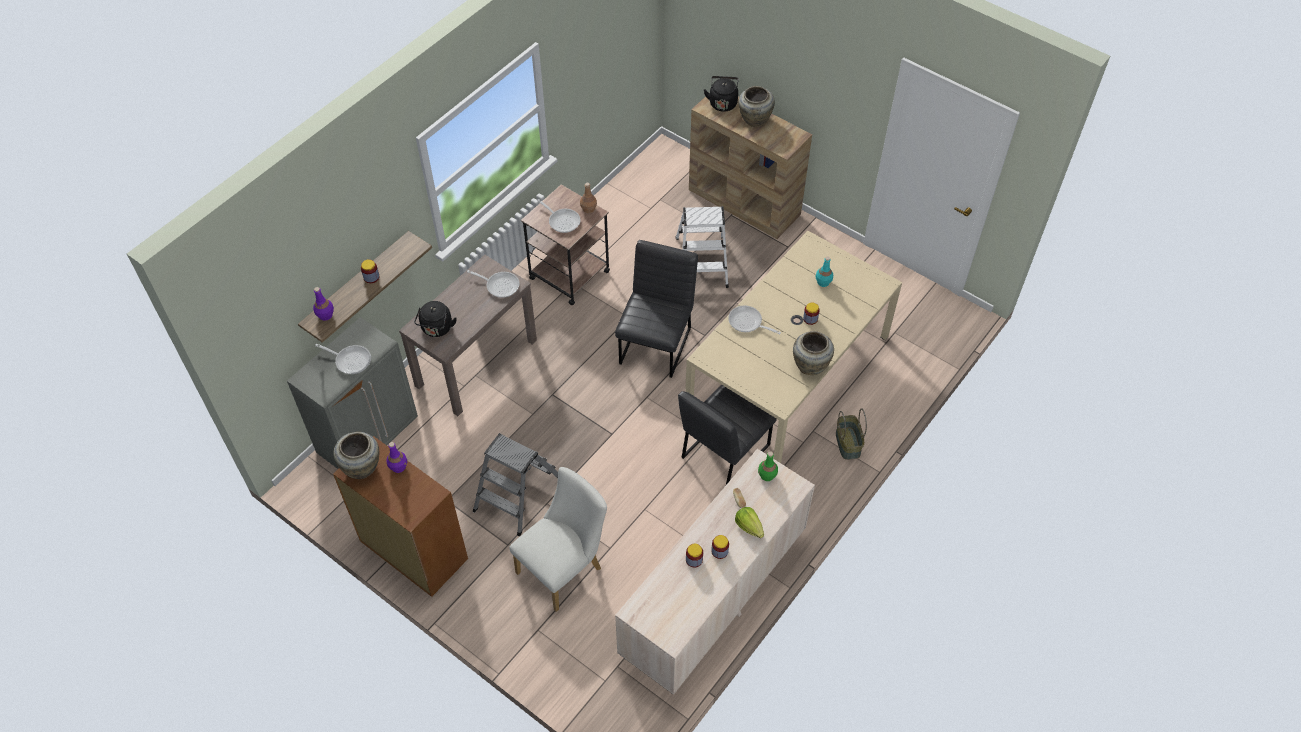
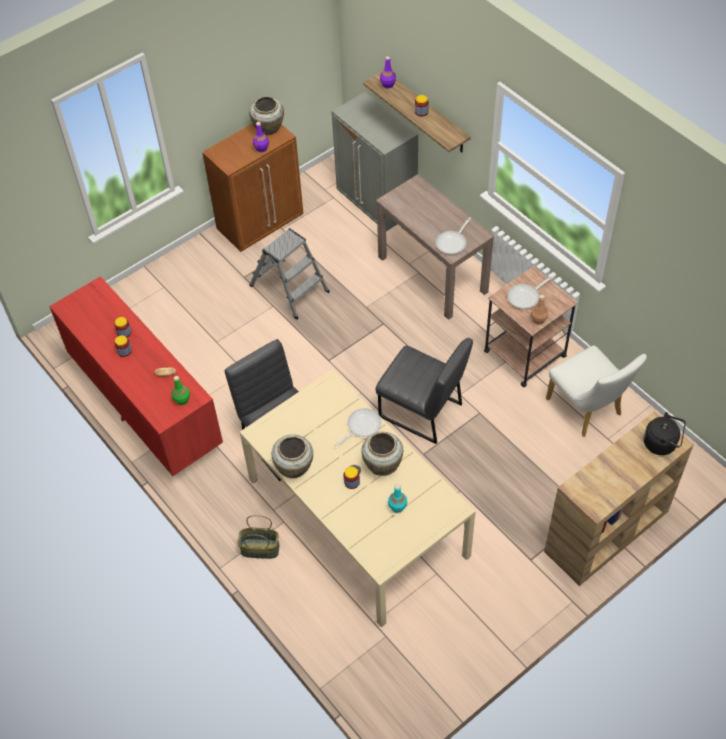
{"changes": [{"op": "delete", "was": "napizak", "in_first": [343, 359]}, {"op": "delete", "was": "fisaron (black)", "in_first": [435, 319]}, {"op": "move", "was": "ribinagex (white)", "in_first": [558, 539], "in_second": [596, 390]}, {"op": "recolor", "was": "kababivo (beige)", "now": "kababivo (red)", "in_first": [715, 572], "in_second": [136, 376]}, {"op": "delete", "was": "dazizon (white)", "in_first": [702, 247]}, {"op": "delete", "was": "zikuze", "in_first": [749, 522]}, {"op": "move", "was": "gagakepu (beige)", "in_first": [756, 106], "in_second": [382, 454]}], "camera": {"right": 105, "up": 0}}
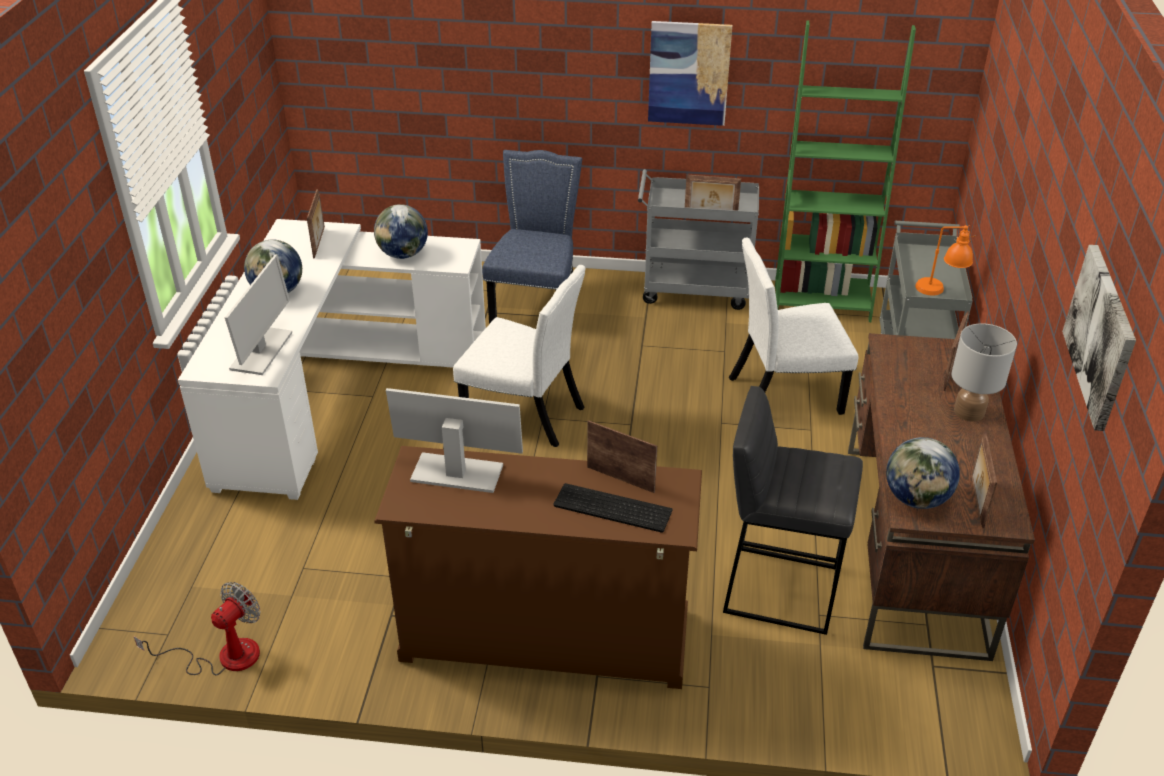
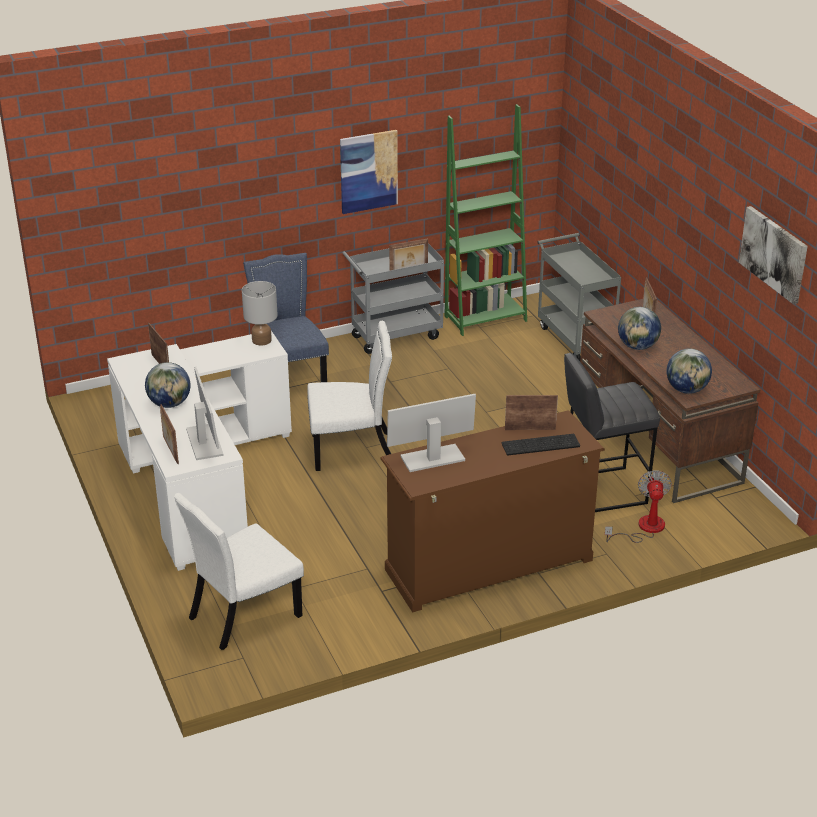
{"changes": [{"op": "move", "was": "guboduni", "in_first": [197, 628], "in_second": [638, 506]}, {"op": "move", "was": "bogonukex", "in_first": [401, 231], "in_second": [639, 328]}, {"op": "move", "was": "ribinagex (white)", "in_first": [793, 326], "in_second": [239, 571]}, {"op": "delete", "was": "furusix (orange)", "in_first": [945, 260]}, {"op": "move", "was": "furusix (grey)", "in_first": [984, 372], "in_second": [260, 313]}, {"op": "move", "was": "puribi", "in_first": [984, 479], "in_second": [169, 434]}], "camera": {"right": -30, "up": -5}}
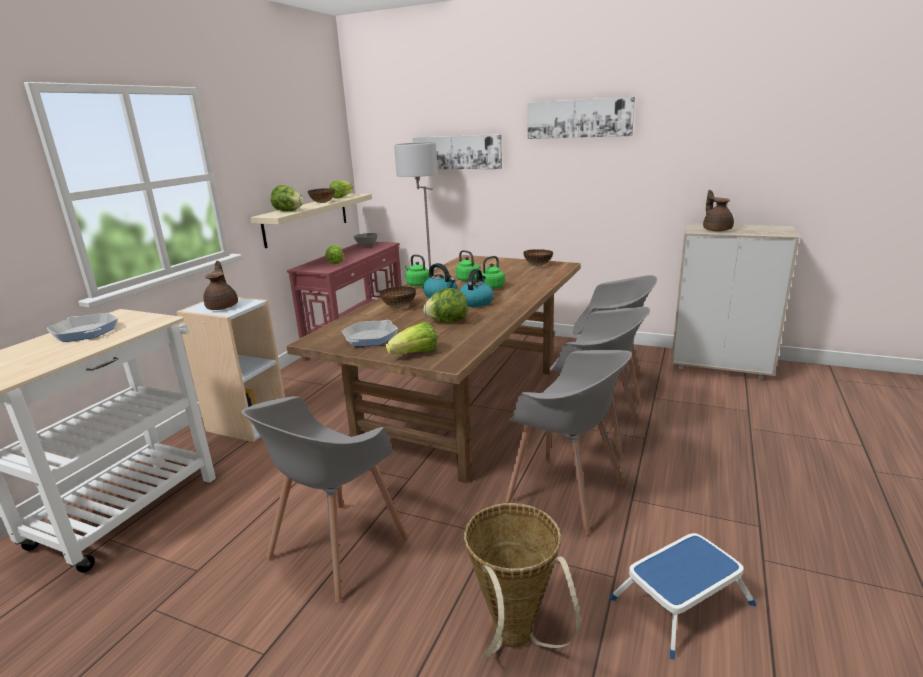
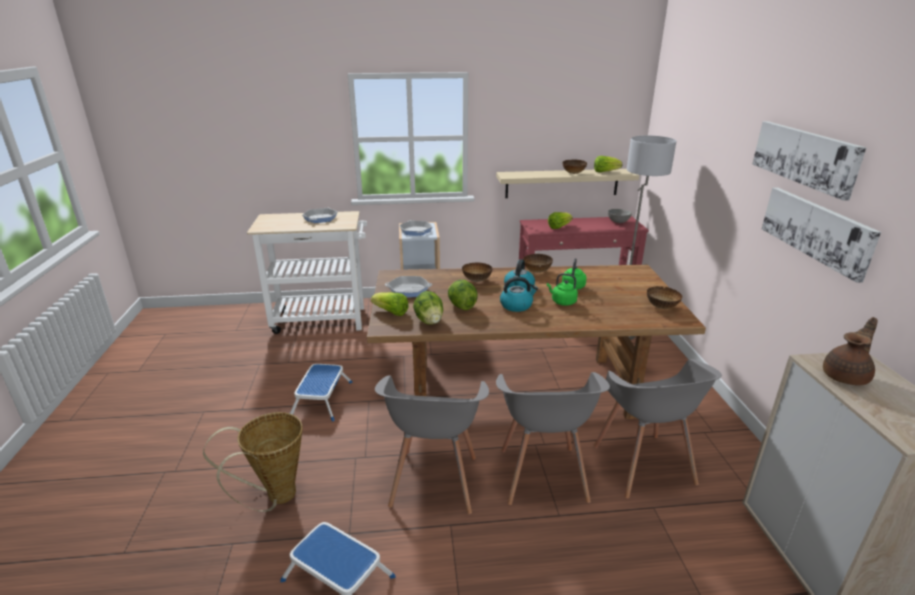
{"changes": [{"op": "replace", "was": "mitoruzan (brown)", "now": "napizak", "in_first": [220, 285], "in_second": [415, 228]}, {"op": "replace", "was": "ribinagex (grey)", "now": "dazizon (blue)", "in_first": [324, 499], "in_second": [321, 392]}, {"op": "move", "was": "zikuze", "in_first": [287, 198], "in_second": [428, 308]}, {"op": "replace", "was": "fisaron (green)", "now": "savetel", "in_first": [417, 270], "in_second": [538, 263]}, {"op": "move", "was": "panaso", "in_first": [457, 152], "in_second": [821, 235]}], "camera": {"right": 60, "up": 5}}
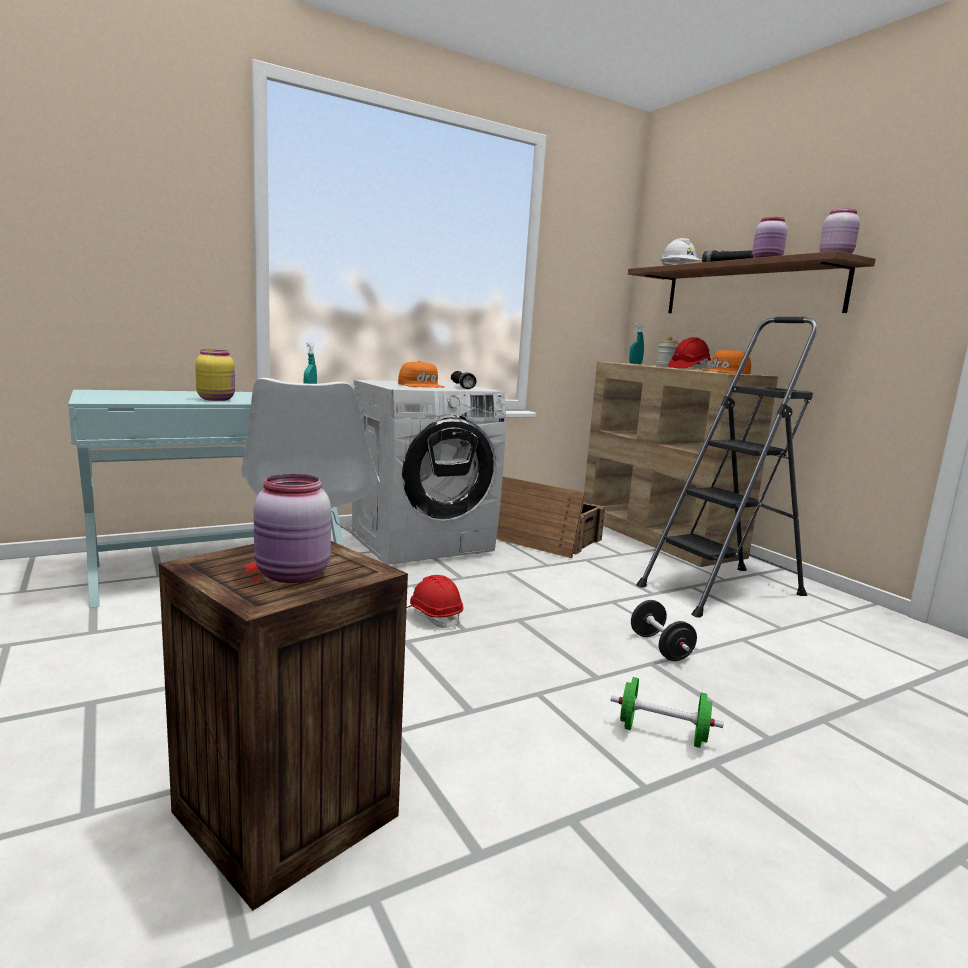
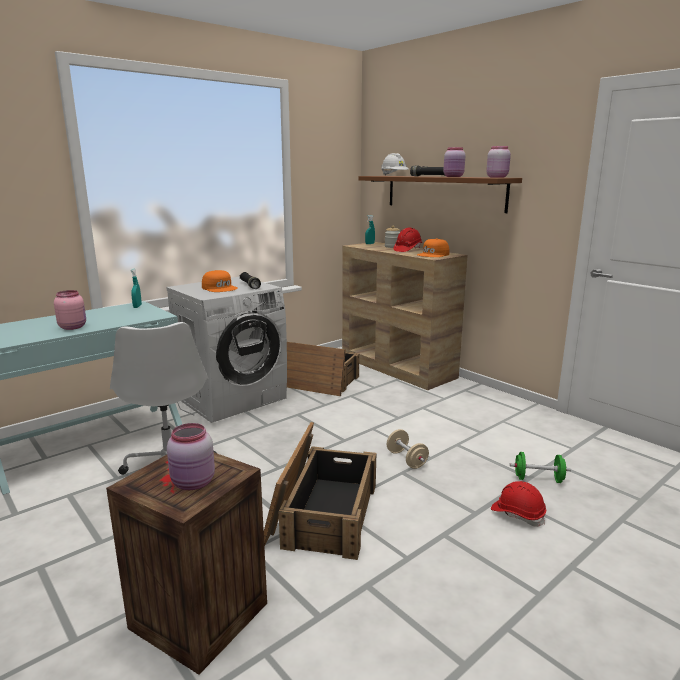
{"changes": [{"op": "recolor", "was": "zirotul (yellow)", "now": "zirotul (pink)", "in_first": [215, 375], "in_second": [70, 310]}, {"op": "move", "was": "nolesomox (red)", "in_first": [435, 602], "in_second": [518, 504]}, {"op": "move", "was": "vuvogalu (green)", "in_first": [667, 712], "in_second": [540, 467]}, {"op": "recolor", "was": "vuvogalu (black)", "now": "vuvogalu (beige)", "in_first": [664, 630], "in_second": [408, 449]}, {"op": "delete", "was": "dazizon", "in_first": [727, 467]}, {"op": "insert", "now": "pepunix", "in_second": [320, 491]}], "camera": {"right": -10, "up": 5}}
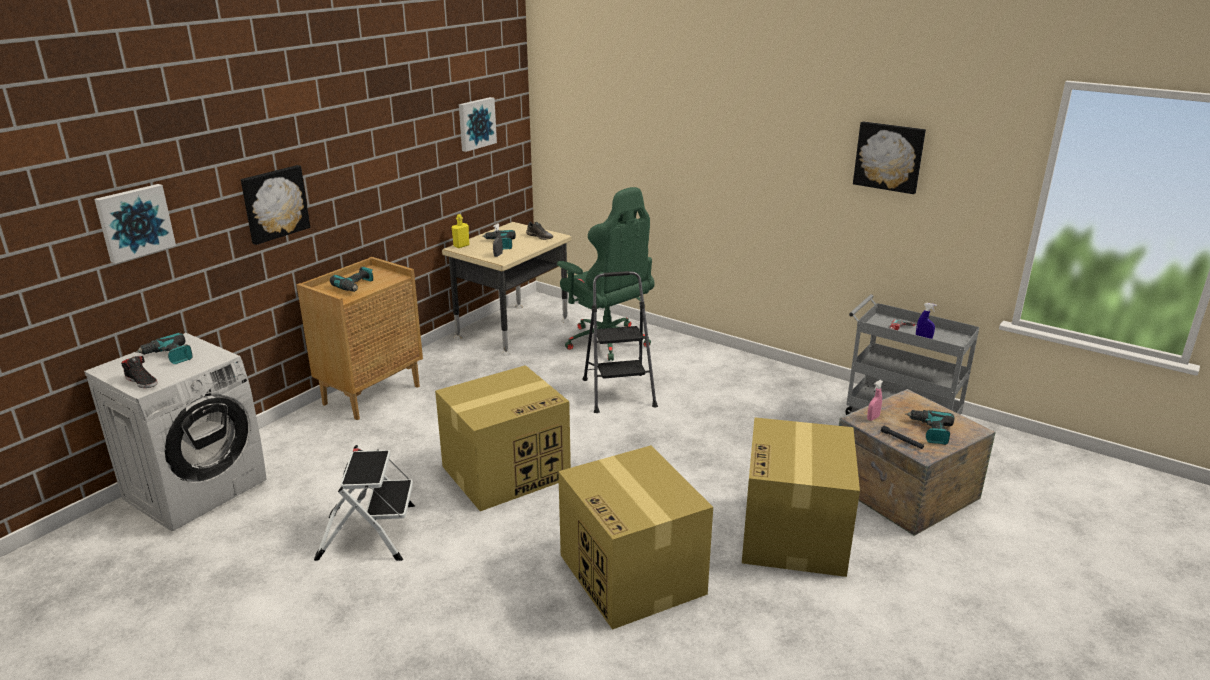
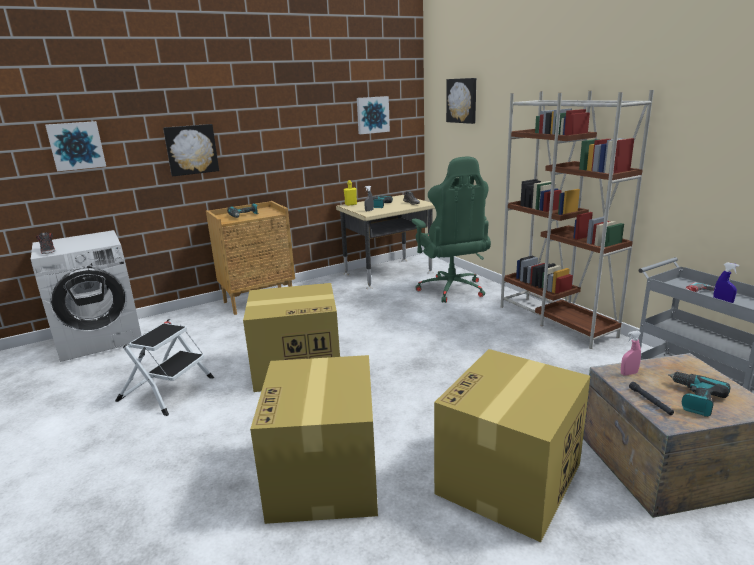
{"changes": [{"op": "delete", "was": "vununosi", "in_first": [164, 348]}, {"op": "delete", "was": "dazizon (black)", "in_first": [620, 342]}, {"op": "move", "was": "panaso", "in_first": [889, 157], "in_second": [461, 101]}, {"op": "insert", "now": "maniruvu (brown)", "in_second": [577, 219]}], "camera": {"right": 25, "up": -5}}
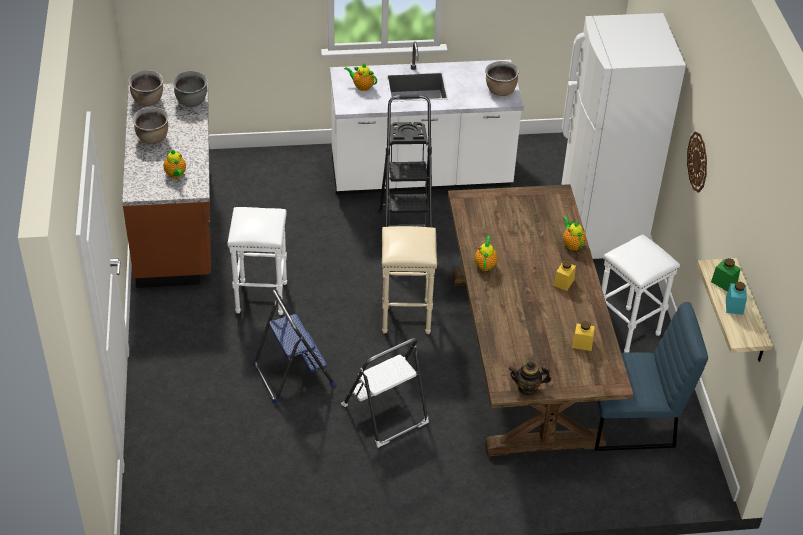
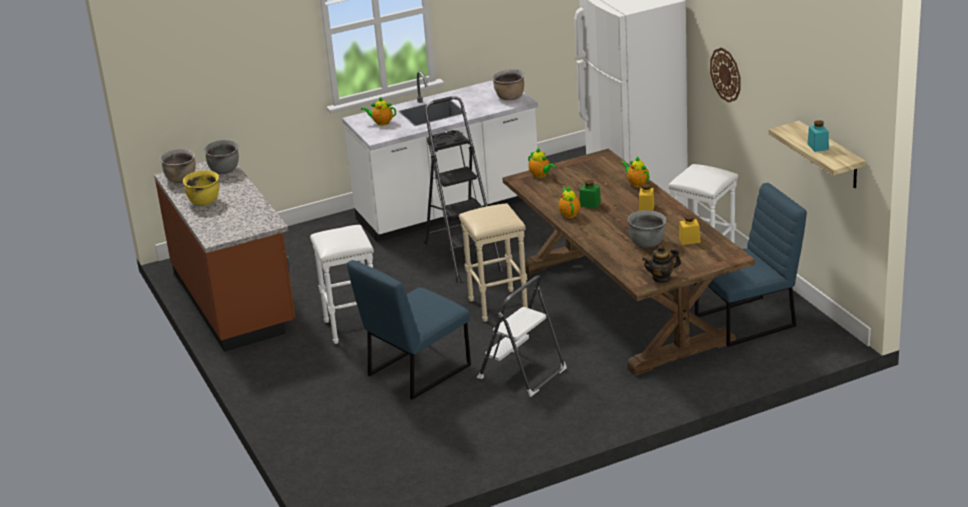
{"changes": [{"op": "recolor", "was": "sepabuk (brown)", "now": "sepabuk (yellow)", "in_first": [151, 125], "in_second": [201, 188]}, {"op": "move", "was": "mitoruzan", "in_first": [174, 164], "in_second": [542, 163]}, {"op": "replace", "was": "dazizon (blue)", "now": "ribinagex (blue)", "in_first": [295, 347], "in_second": [409, 329]}, {"op": "move", "was": "zirotul (green)", "in_first": [726, 275], "in_second": [590, 194]}, {"op": "insert", "now": "sepabuk (grey)", "in_second": [647, 229]}], "camera": {"right": -15, "up": -15}}
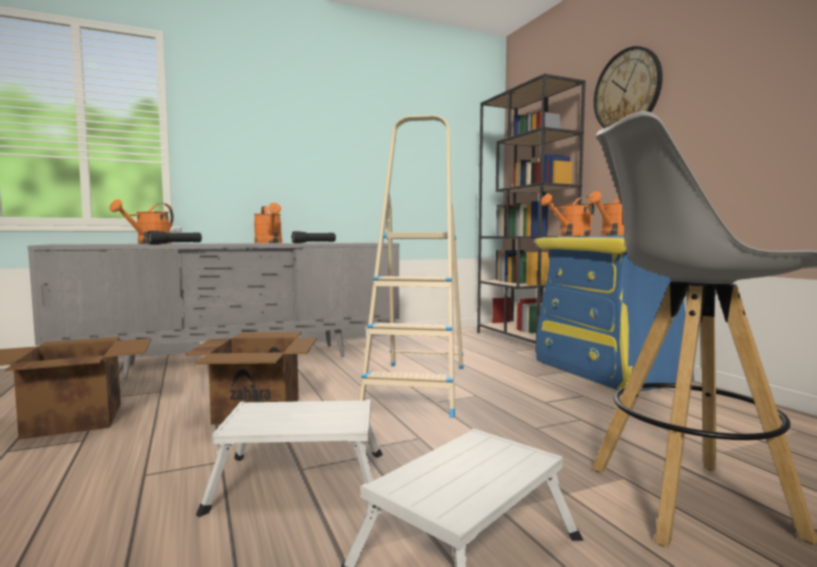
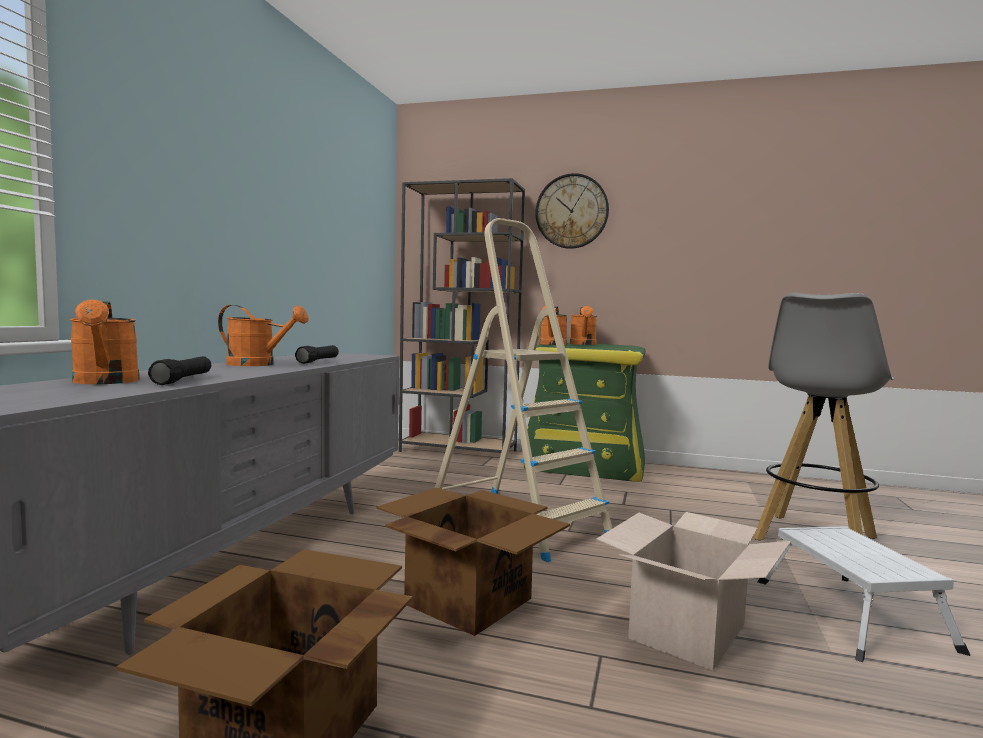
{"changes": [{"op": "replace", "was": "dazizon (white)", "now": "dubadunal", "in_first": [289, 458], "in_second": [693, 591]}, {"op": "recolor", "was": "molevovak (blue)", "now": "molevovak (green)", "in_first": [614, 313], "in_second": [584, 412]}], "camera": {"right": -50, "up": 0}}
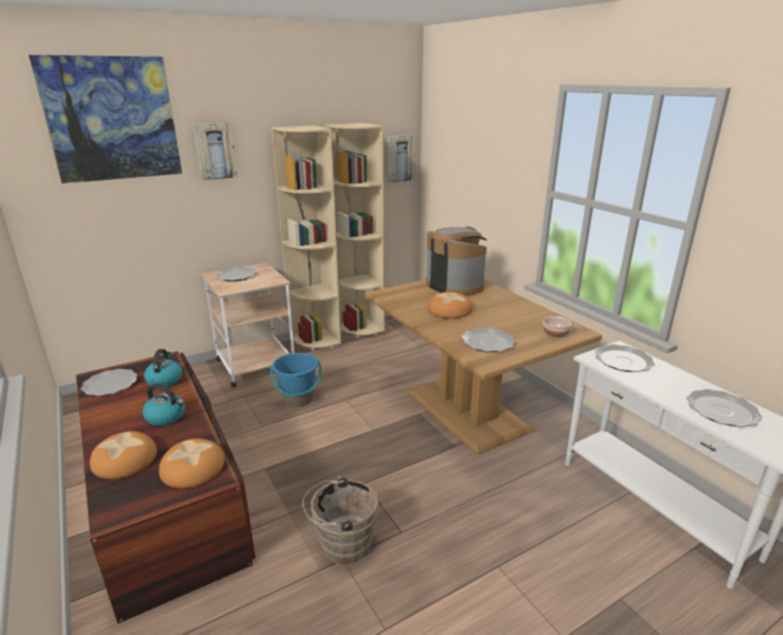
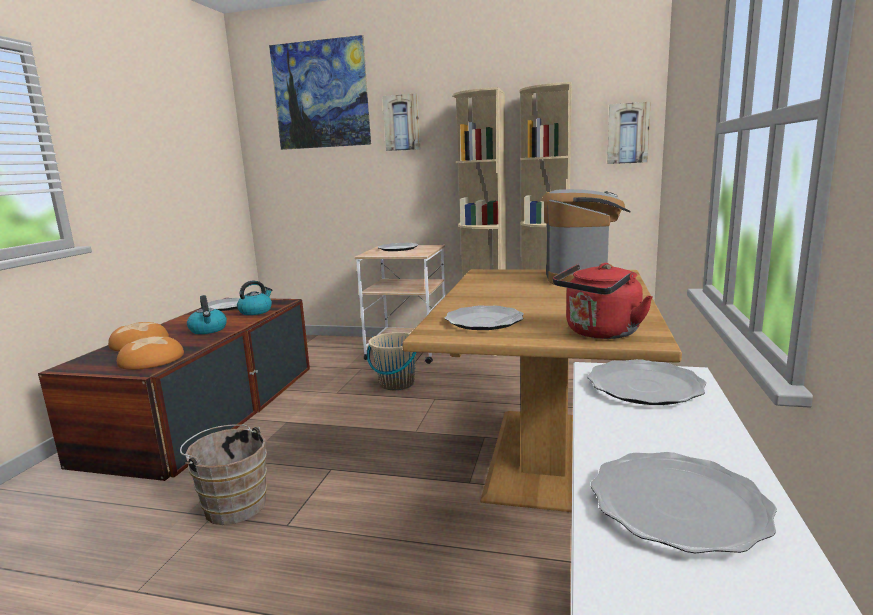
{"changes": [{"op": "recolor", "was": "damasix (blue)", "now": "damasix (beige)", "in_first": [295, 380], "in_second": [391, 361]}, {"op": "delete", "was": "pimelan", "in_first": [449, 305]}, {"op": "replace", "was": "savetel", "now": "fisaron (red)", "in_first": [557, 327], "in_second": [603, 301]}], "camera": {"right": 45, "up": -10}}
